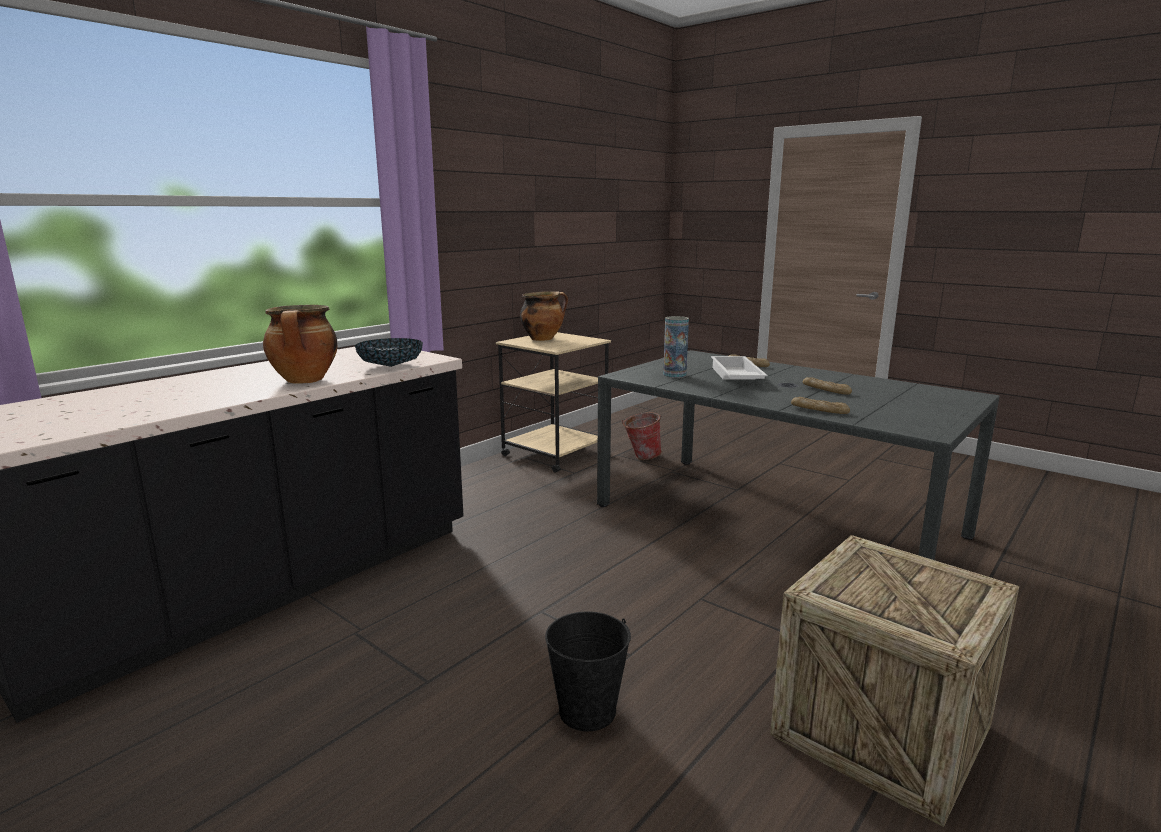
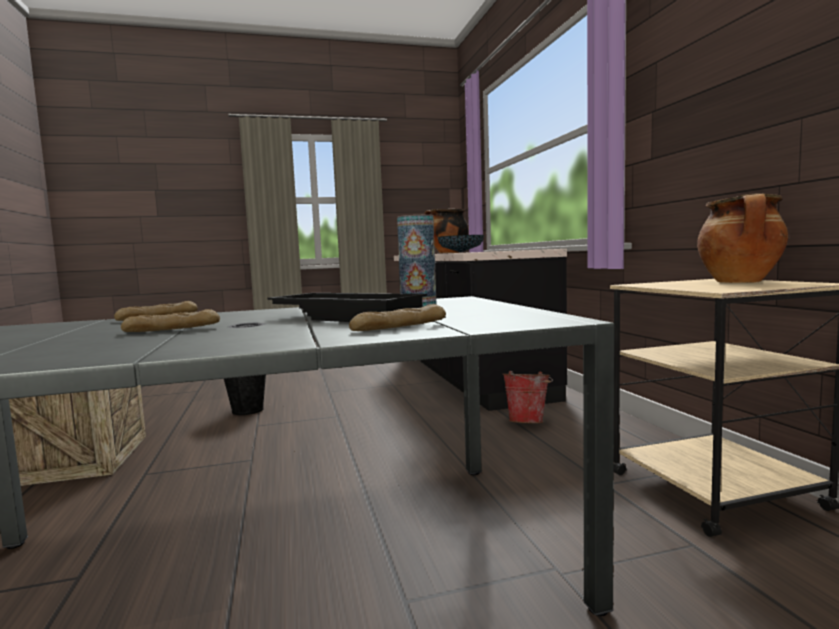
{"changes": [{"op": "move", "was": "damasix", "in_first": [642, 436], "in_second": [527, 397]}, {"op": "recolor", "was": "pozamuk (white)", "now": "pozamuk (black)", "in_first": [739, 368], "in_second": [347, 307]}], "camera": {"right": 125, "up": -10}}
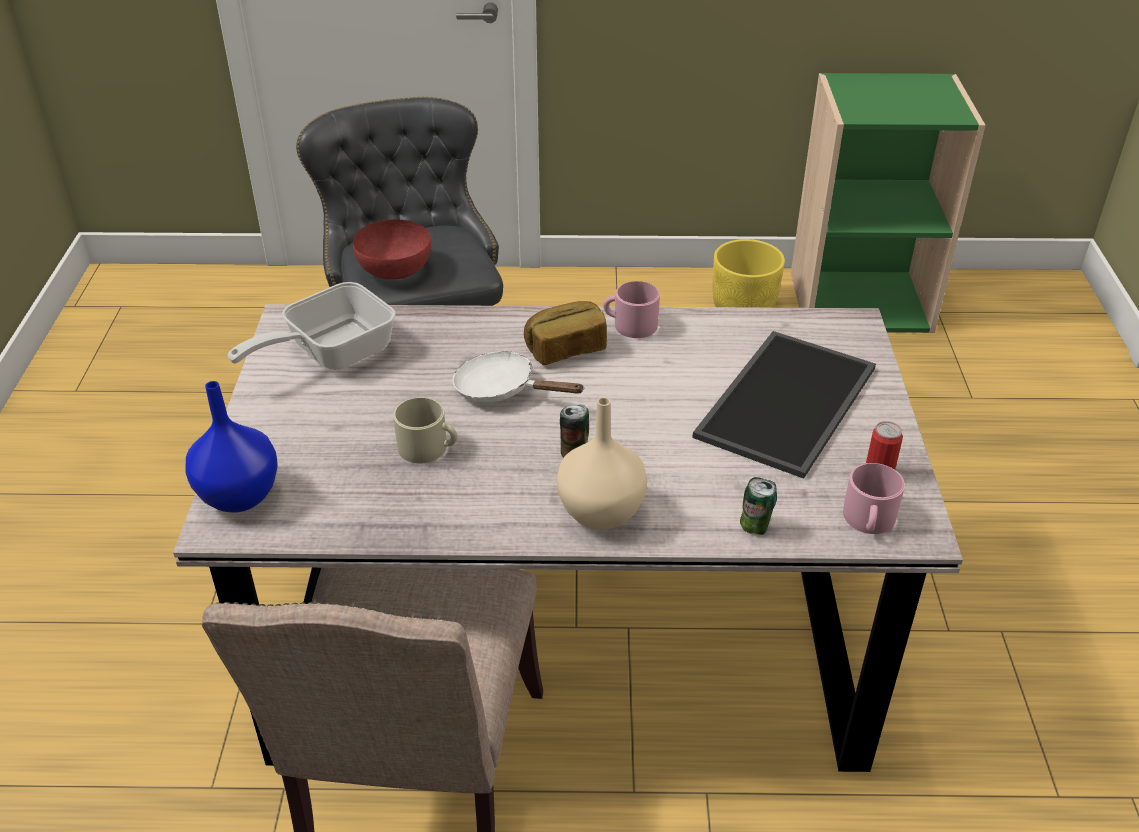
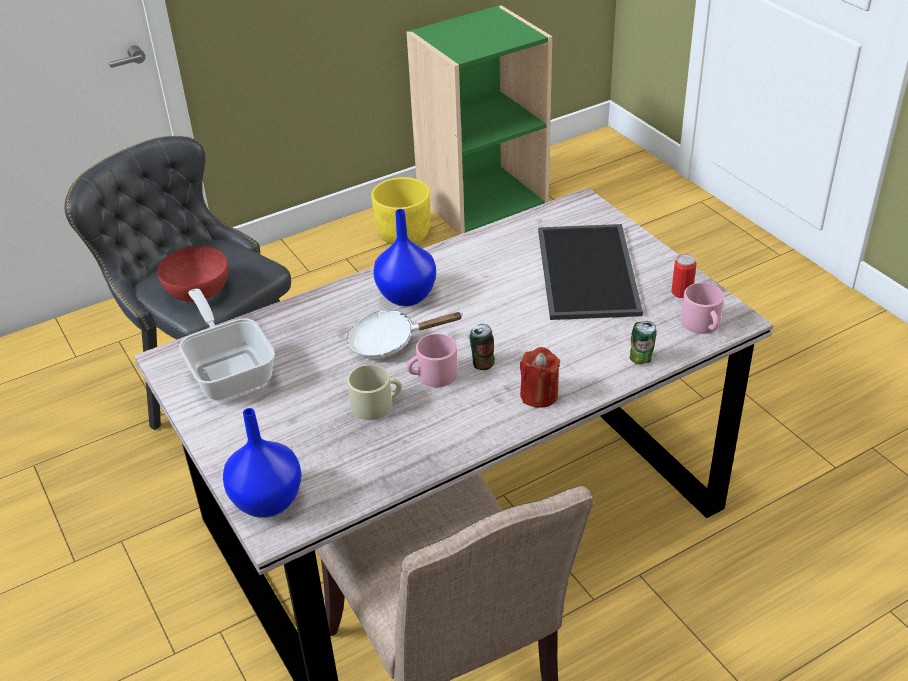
{"changes": [{"op": "rotate", "was": "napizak", "in_first": [311, 326], "in_second": [227, 344], "clockwise": 135}, {"op": "replace", "was": "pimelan", "now": "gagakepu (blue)", "in_first": [565, 333], "in_second": [404, 257]}, {"op": "replace", "was": "gagakepu (beige)", "now": "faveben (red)", "in_first": [602, 463], "in_second": [540, 377]}, {"op": "move", "was": "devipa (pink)", "in_first": [631, 309], "in_second": [432, 360]}], "camera": {"right": -30, "up": 0}}
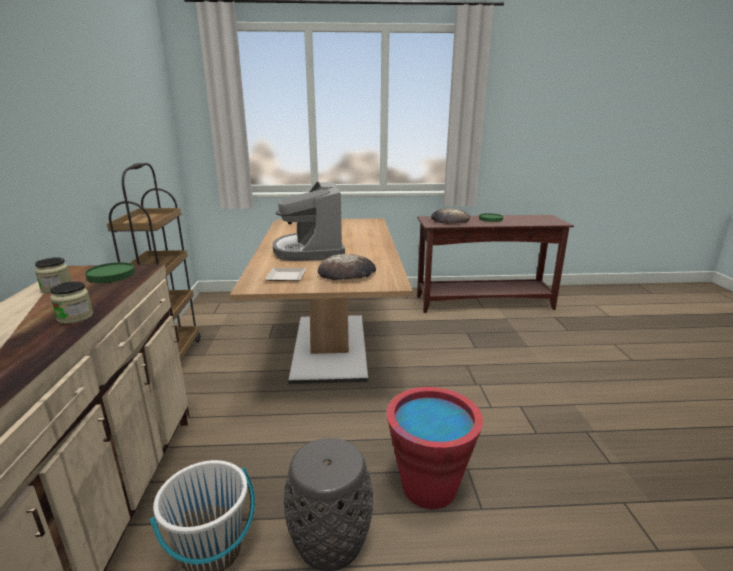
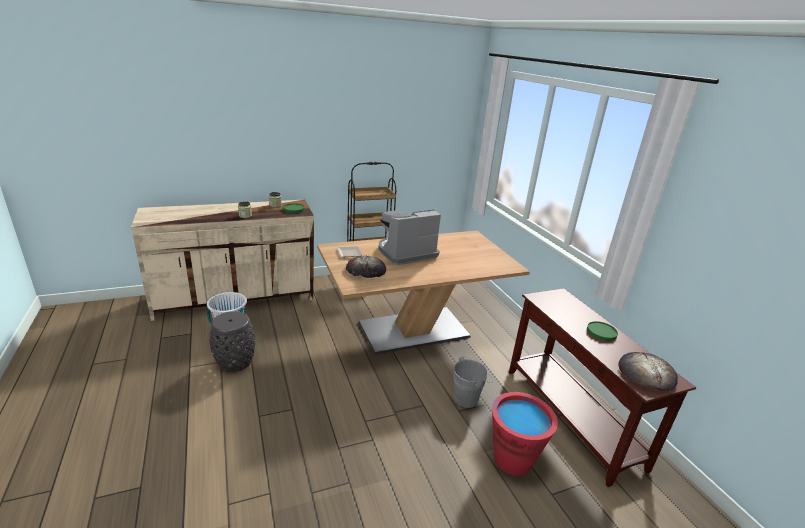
{"changes": [{"op": "move", "was": "damasix (red)", "in_first": [435, 448], "in_second": [525, 434]}, {"op": "move", "was": "pimelan", "in_first": [450, 216], "in_second": [648, 371]}, {"op": "insert", "now": "damasix (grey)", "in_second": [473, 382]}], "camera": {"right": 70, "up": 5}}
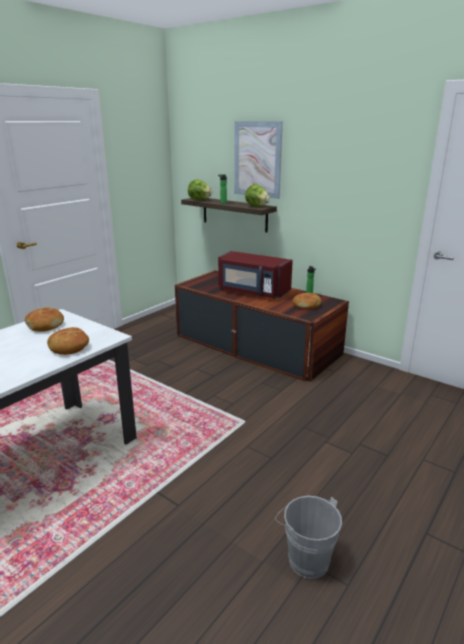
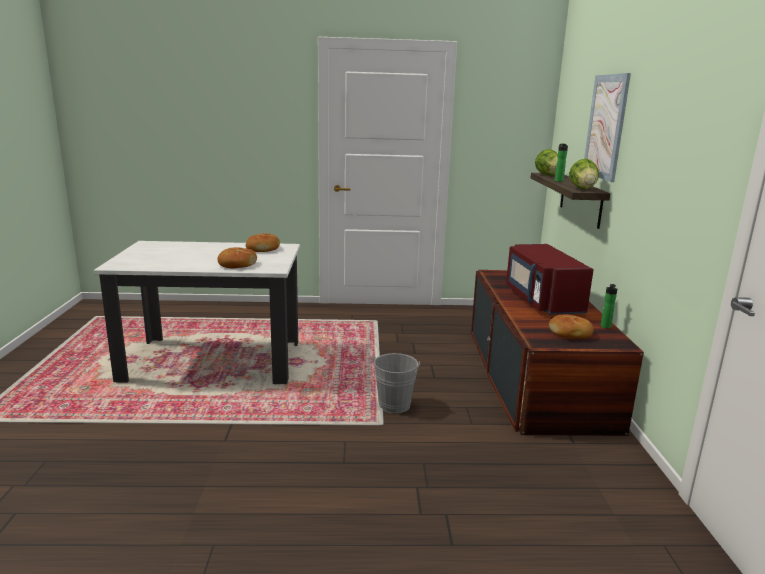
{"changes": [{"op": "move", "was": "damasix (grey)", "in_first": [308, 537], "in_second": [396, 383]}], "camera": {"right": 50, "up": -5}}
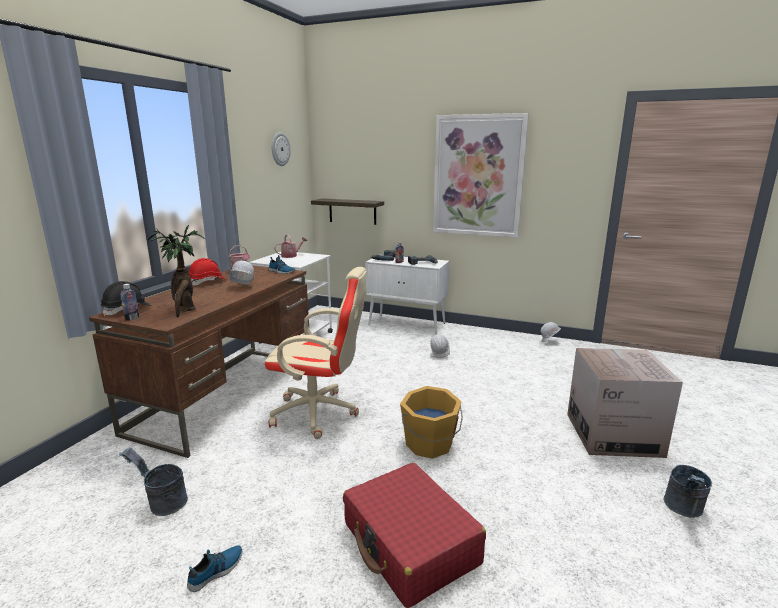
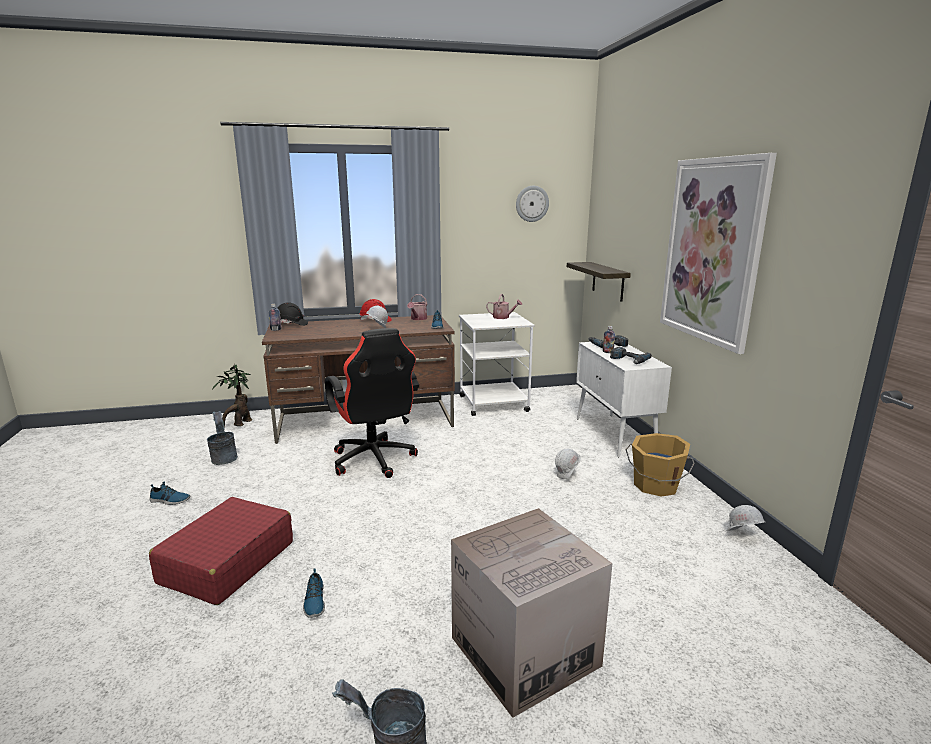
{"changes": [{"op": "move", "was": "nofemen", "in_first": [176, 271], "in_second": [232, 395]}, {"op": "recolor", "was": "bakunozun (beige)", "now": "bakunozun (black)", "in_first": [316, 353], "in_second": [372, 403]}, {"op": "move", "was": "damasix (orange)", "in_first": [431, 422], "in_second": [660, 465]}, {"op": "insert", "now": "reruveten", "in_second": [314, 593]}], "camera": {"right": 55, "up": 0}}
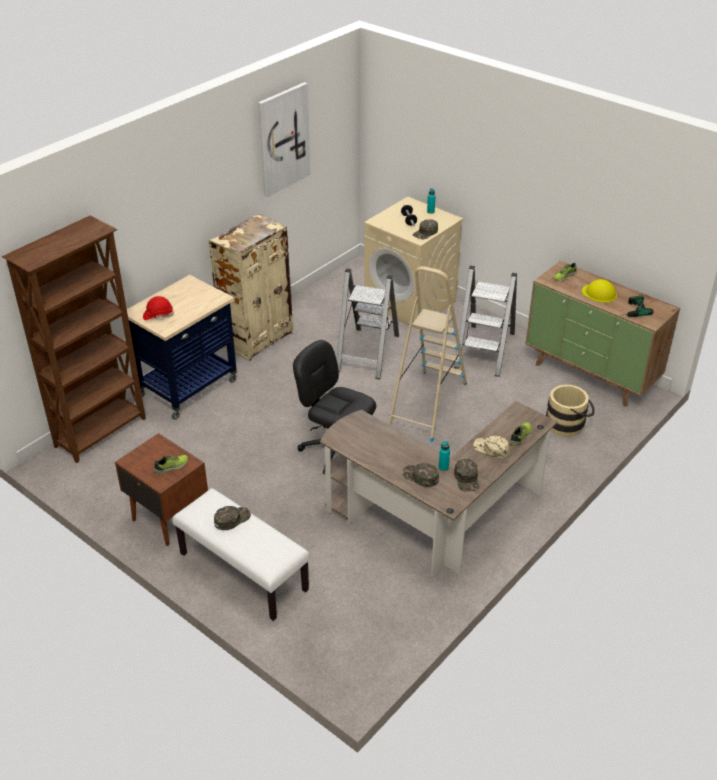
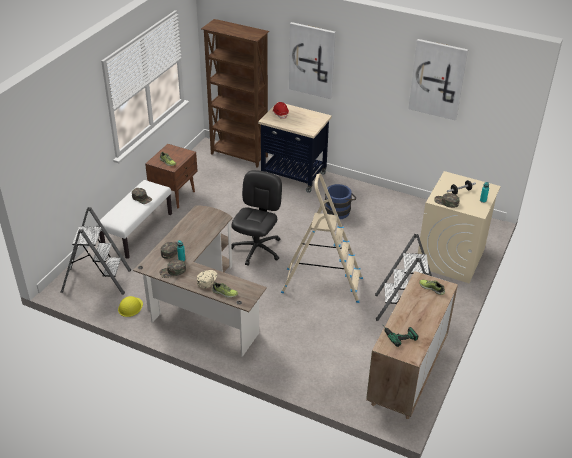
{"changes": [{"op": "delete", "was": "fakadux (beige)", "in_first": [251, 287]}, {"op": "move", "was": "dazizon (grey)", "in_first": [368, 324], "in_second": [95, 251]}, {"op": "delete", "was": "damasix (beige)", "in_first": [570, 410]}, {"op": "move", "was": "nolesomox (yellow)", "in_first": [599, 291], "in_second": [130, 306]}, {"op": "insert", "now": "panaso", "in_second": [312, 60]}, {"op": "insert", "now": "damasix (blue)", "in_second": [340, 201]}], "camera": {"right": 75, "up": 0}}
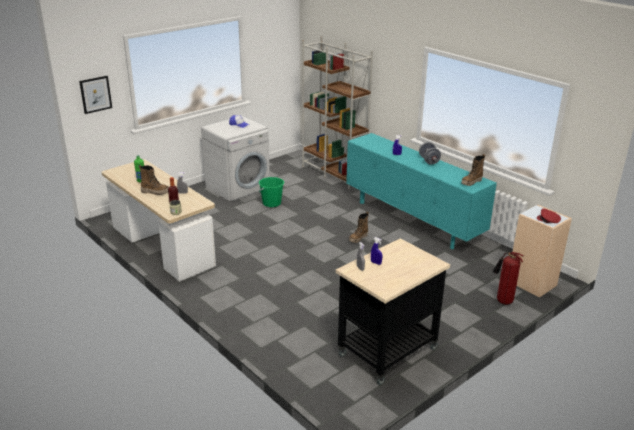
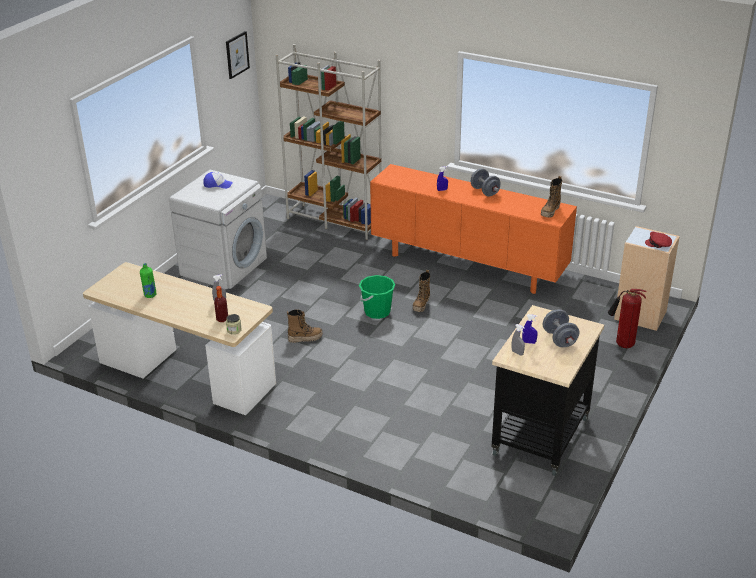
{"changes": [{"op": "move", "was": "panaso", "in_first": [95, 95], "in_second": [238, 55]}, {"op": "move", "was": "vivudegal", "in_first": [154, 180], "in_second": [305, 326]}, {"op": "move", "was": "damasix (green)", "in_first": [271, 192], "in_second": [377, 297]}, {"op": "recolor", "was": "fakadux (turquoise)", "now": "fakadux (orange)", "in_first": [421, 191], "in_second": [473, 229]}, {"op": "insert", "now": "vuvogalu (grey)", "in_second": [561, 328]}], "camera": {"right": -20, "up": 5}}
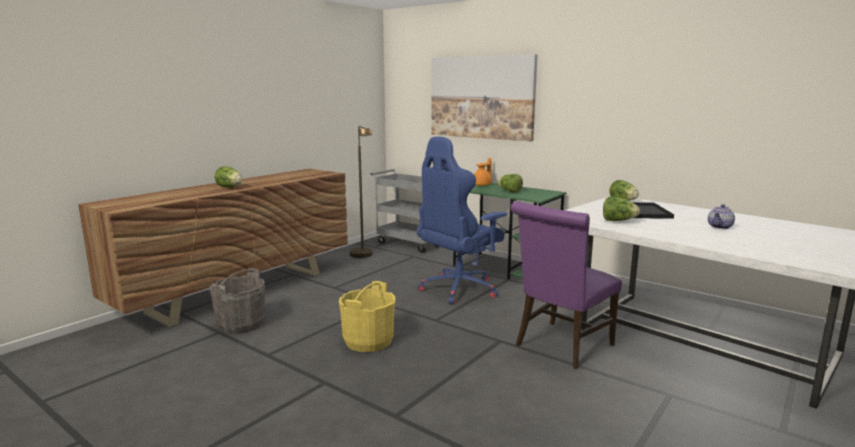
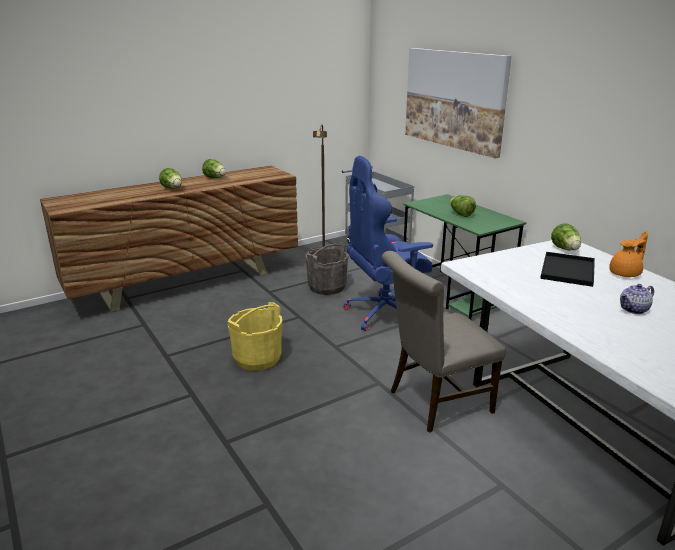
{"changes": [{"op": "move", "was": "damasix (grey)", "in_first": [237, 301], "in_second": [326, 268]}, {"op": "move", "was": "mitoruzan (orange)", "in_first": [483, 172], "in_second": [628, 254]}, {"op": "recolor", "was": "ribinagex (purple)", "now": "ribinagex (beige)", "in_first": [566, 285], "in_second": [444, 342]}, {"op": "move", "was": "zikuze", "in_first": [621, 209], "in_second": [214, 168]}], "camera": {"right": 20, "up": 10}}
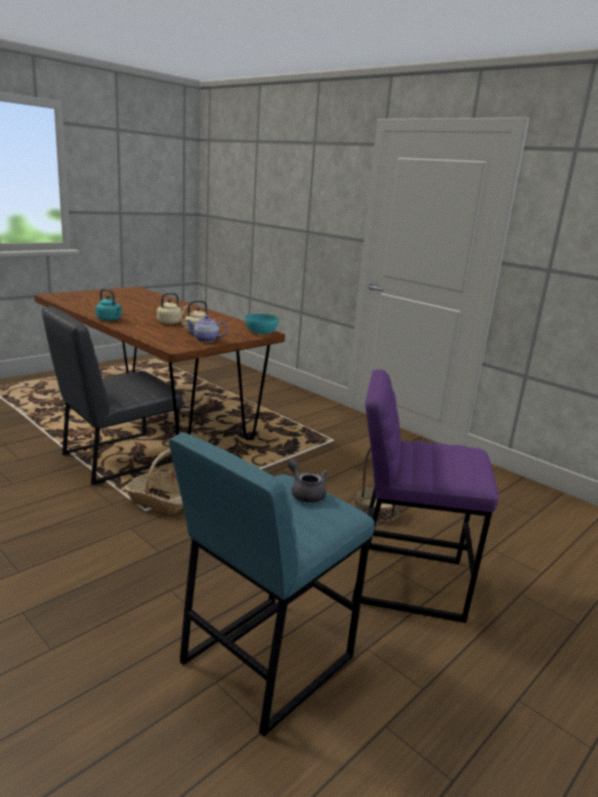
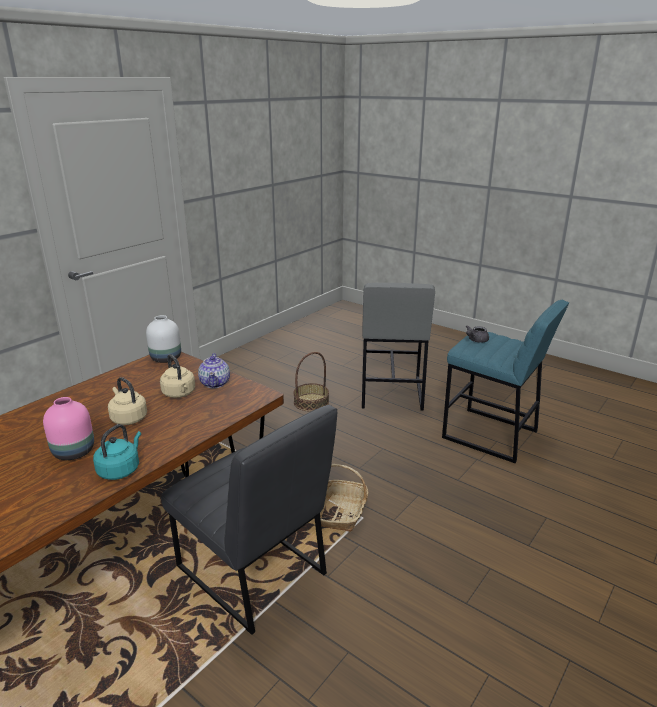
{"changes": [{"op": "replace", "was": "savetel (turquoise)", "now": "gagakepu (white)", "in_first": [262, 324], "in_second": [163, 339]}, {"op": "recolor", "was": "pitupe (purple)", "now": "pitupe (grey)", "in_first": [425, 496], "in_second": [398, 347]}, {"op": "insert", "now": "gagakepu (pink)", "in_second": [68, 428]}], "camera": {"right": -95, "up": 5}}
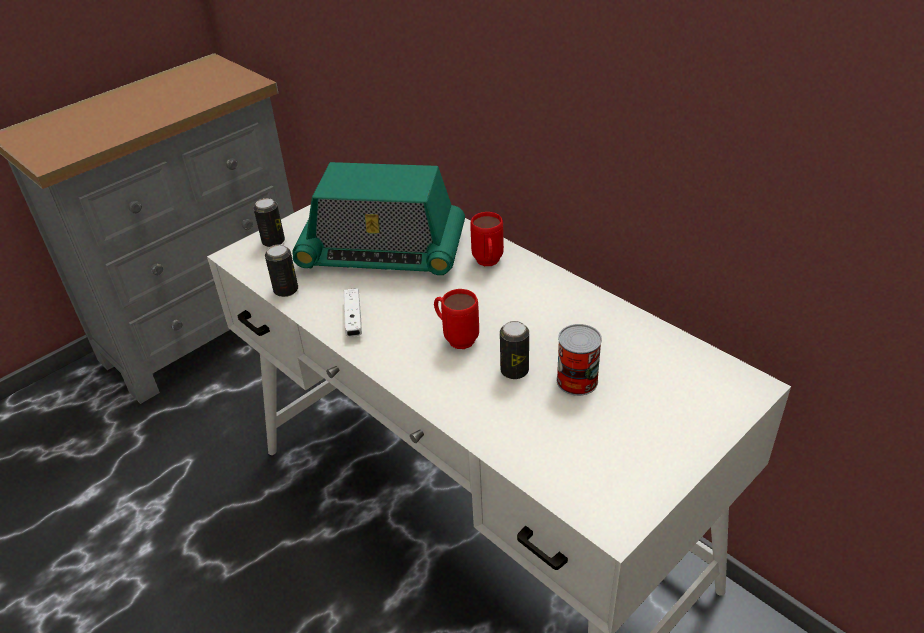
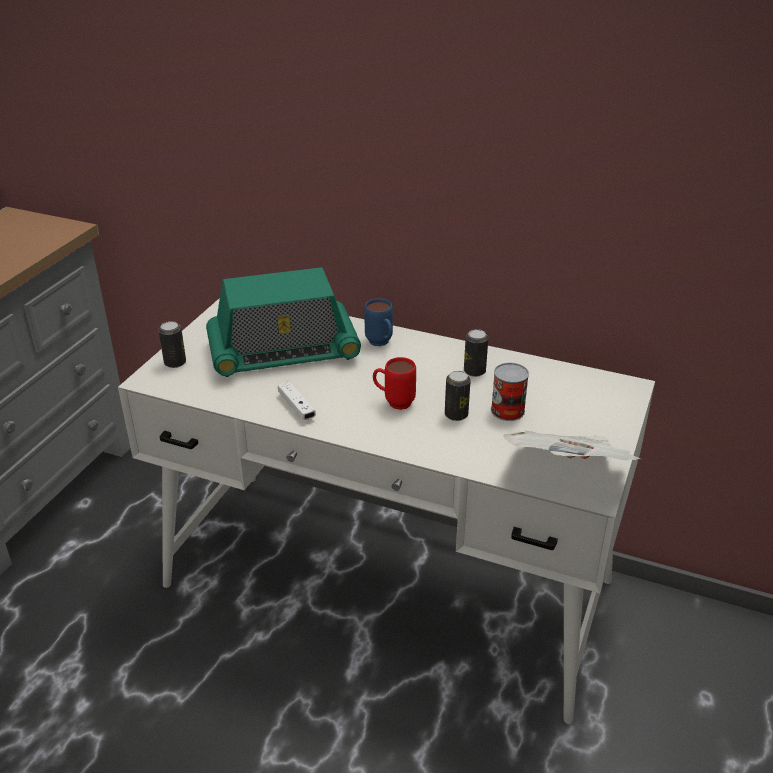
{"changes": [{"op": "move", "was": "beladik", "in_first": [281, 270], "in_second": [476, 353]}, {"op": "recolor", "was": "devipa (red)", "now": "devipa (blue)", "in_first": [487, 239], "in_second": [378, 322]}, {"op": "insert", "now": "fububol", "in_second": [571, 446]}], "camera": {"right": -25, "up": -5}}
